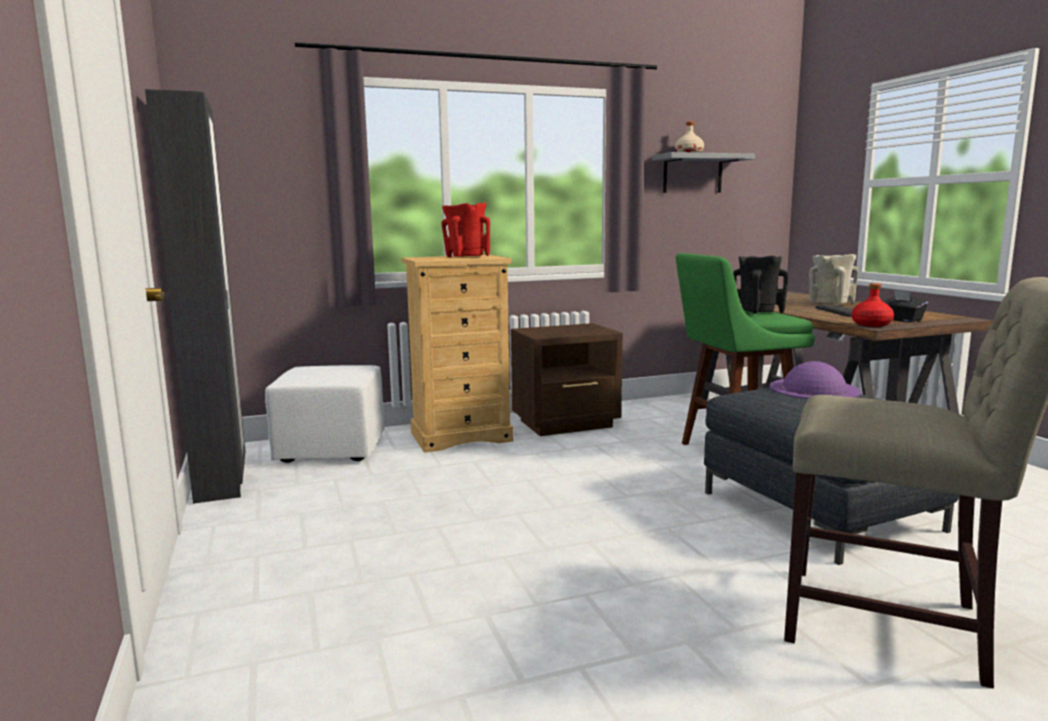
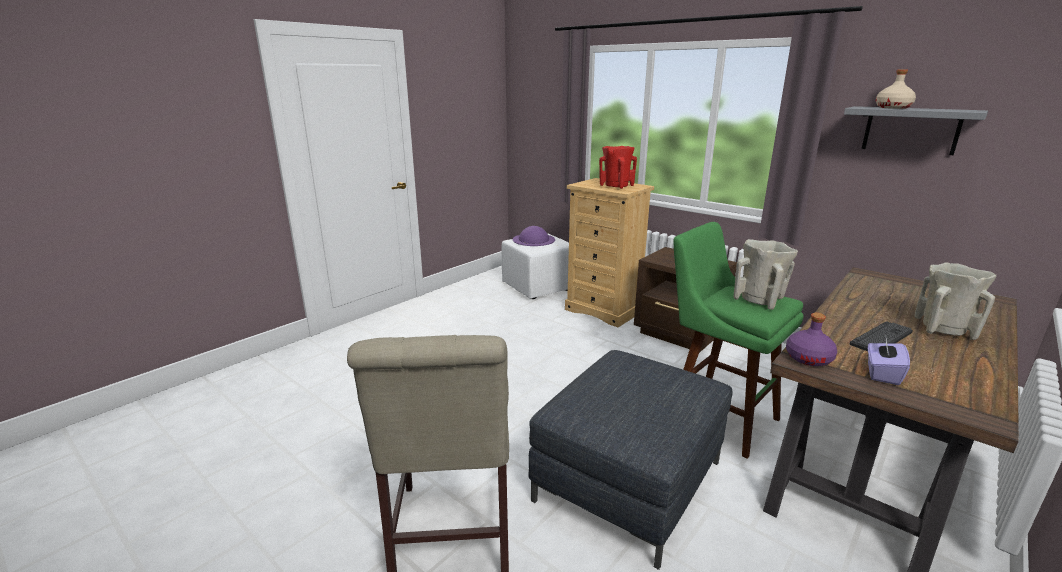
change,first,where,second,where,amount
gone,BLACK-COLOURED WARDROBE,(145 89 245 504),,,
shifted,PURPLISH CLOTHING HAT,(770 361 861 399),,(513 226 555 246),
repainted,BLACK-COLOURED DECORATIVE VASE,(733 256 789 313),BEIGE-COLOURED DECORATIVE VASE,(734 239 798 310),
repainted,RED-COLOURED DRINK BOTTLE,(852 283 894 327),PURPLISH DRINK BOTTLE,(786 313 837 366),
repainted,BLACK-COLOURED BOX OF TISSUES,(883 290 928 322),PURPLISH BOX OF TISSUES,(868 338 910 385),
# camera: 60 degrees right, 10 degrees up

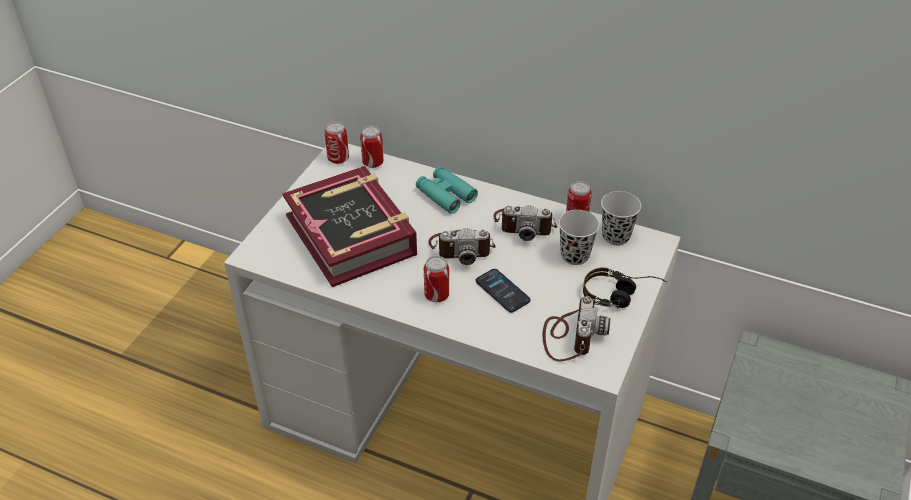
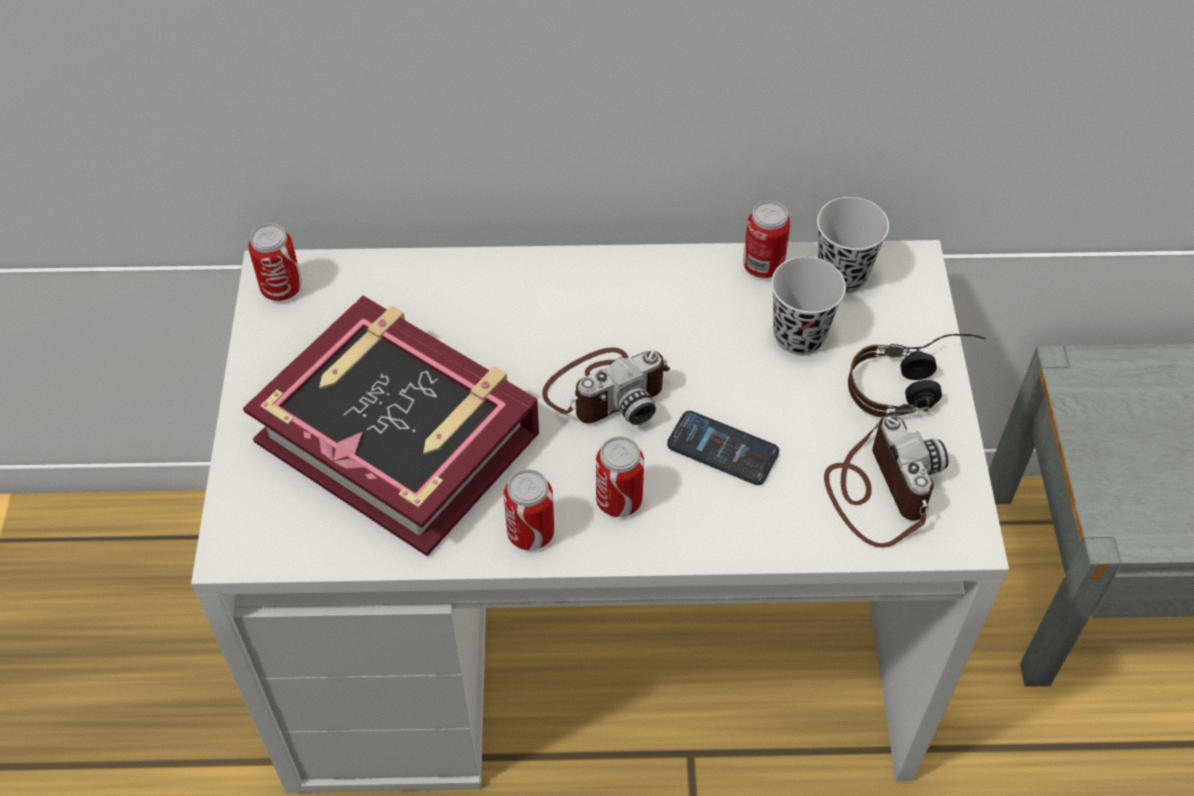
change,first,where,second,where,amount
gone,TURQUOISE-COLOURED FIELD GLASSES,(416 166 478 214),,,
gone,STILL CAMERA,(493 205 557 241),,,
shifted,METAL CAN,(360 126 384 168),,(504 469 554 550),
# camera: 25 degrees left, 10 degrees up

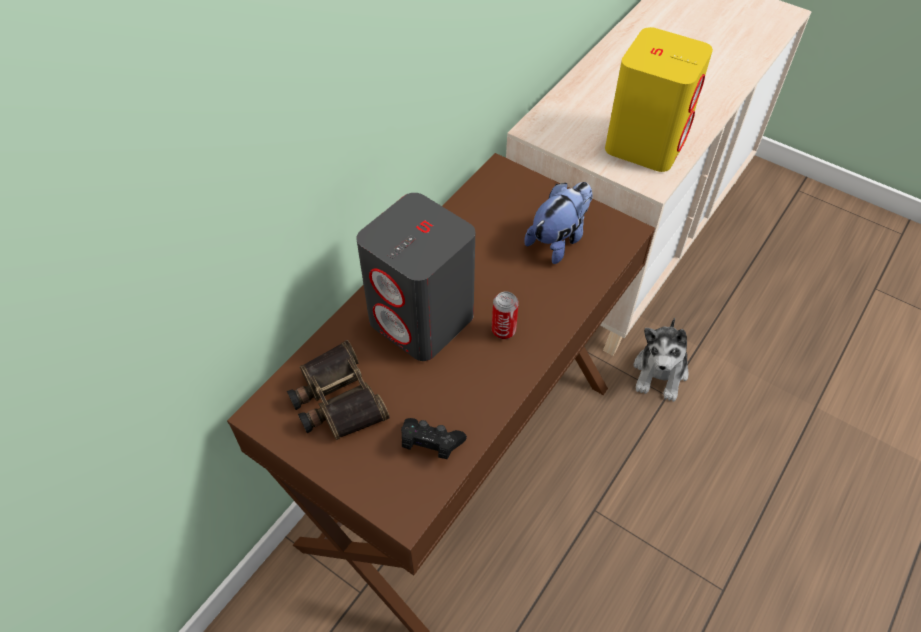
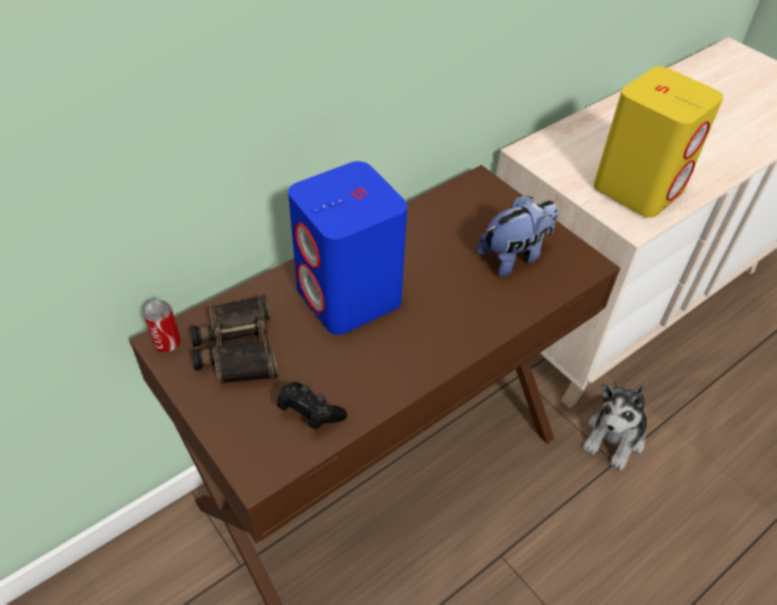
change,first,where,second,where,amount
shifted,METAL CAN,(492 292 519 339),,(143 300 181 353),
repainted,GREYISH AUDIO SPEAKER,(356 193 475 361),BLUE-COLOURED AUDIO SPEAKER,(288 161 407 335),
# camera: 15 degrees right, 5 degrees down

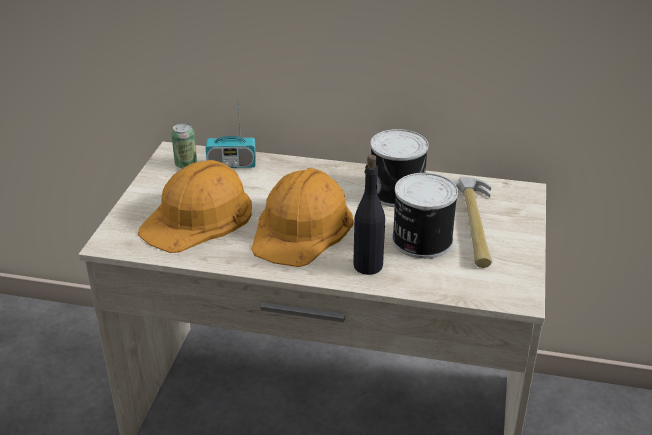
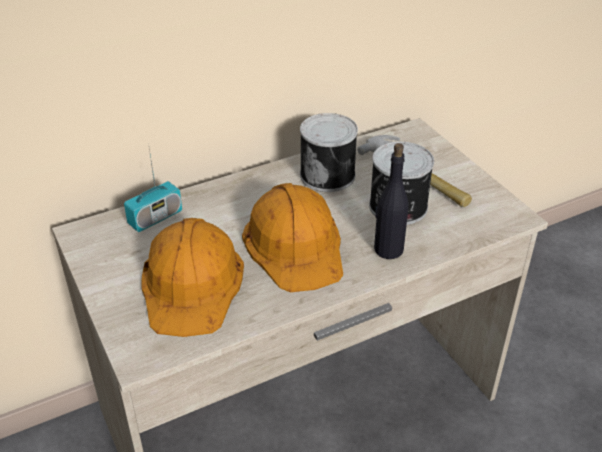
change,first,where,second,where,amount
gone,METAL CAN,(171 123 197 169),,,
# camera: 40 degrees left, 5 degrees up

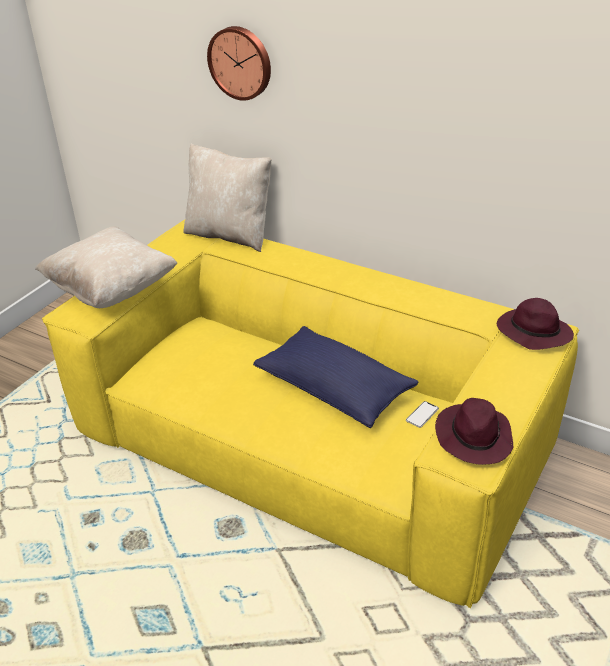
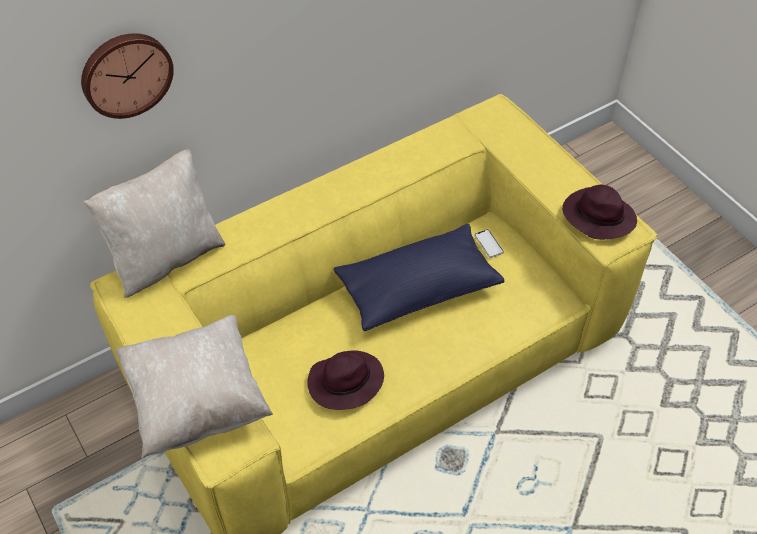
change,first,where,second,where,amount
shifted,PURPLISH CLOTHING HAT,(497 298 574 350),,(307 350 384 410),
# camera: 65 degrees left, 15 degrees up

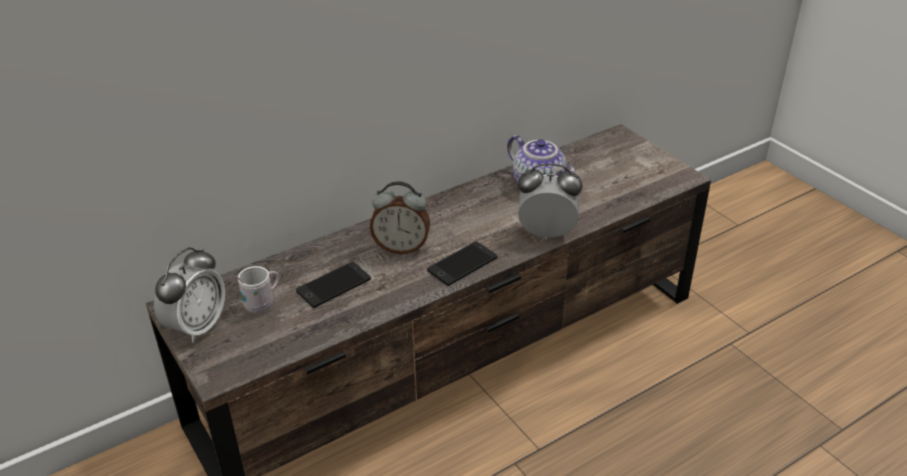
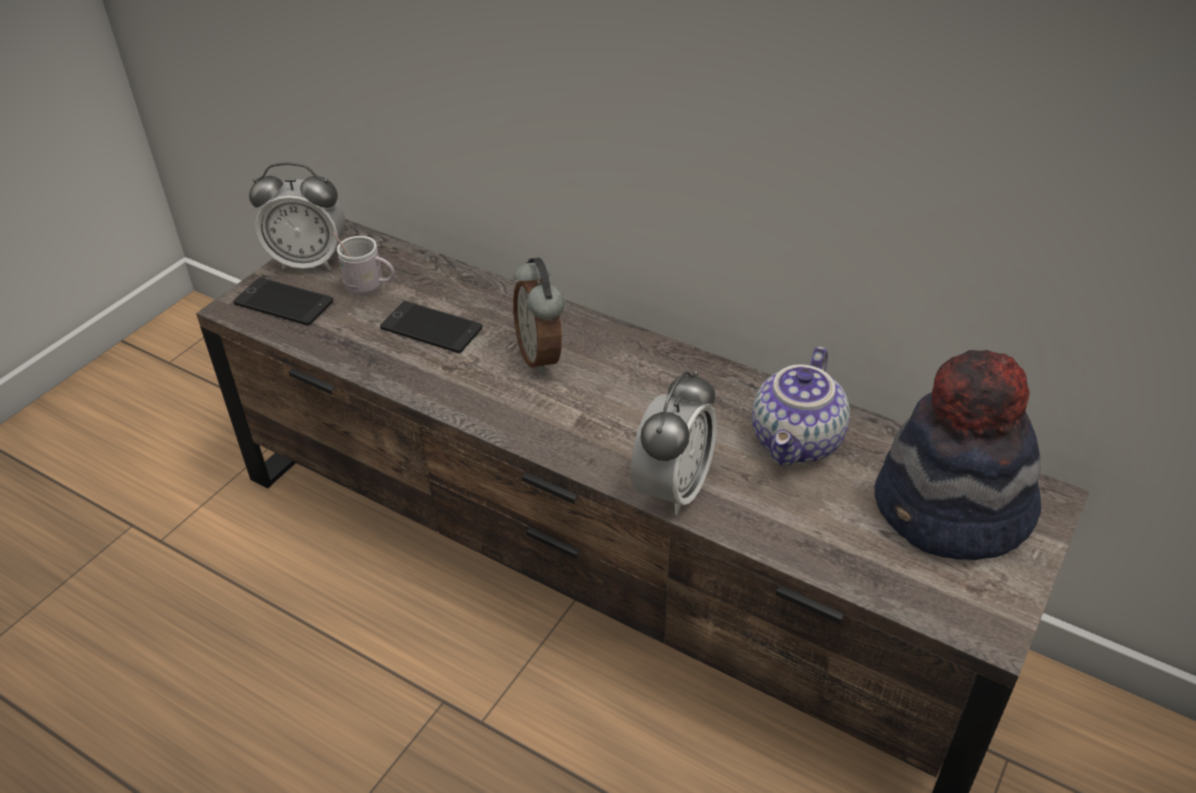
change,first,where,second,where,amount
new,,,CLOTHING HAT,(875 349 1041 560),
shifted,TELEPHONE,(427 241 497 286),,(233 278 333 326),
rotated,BEDSIDE CLOCK,(518 163 582 239),,(631 371 717 515),45 degrees clockwise
# camera: 65 degrees right, 5 degrees up

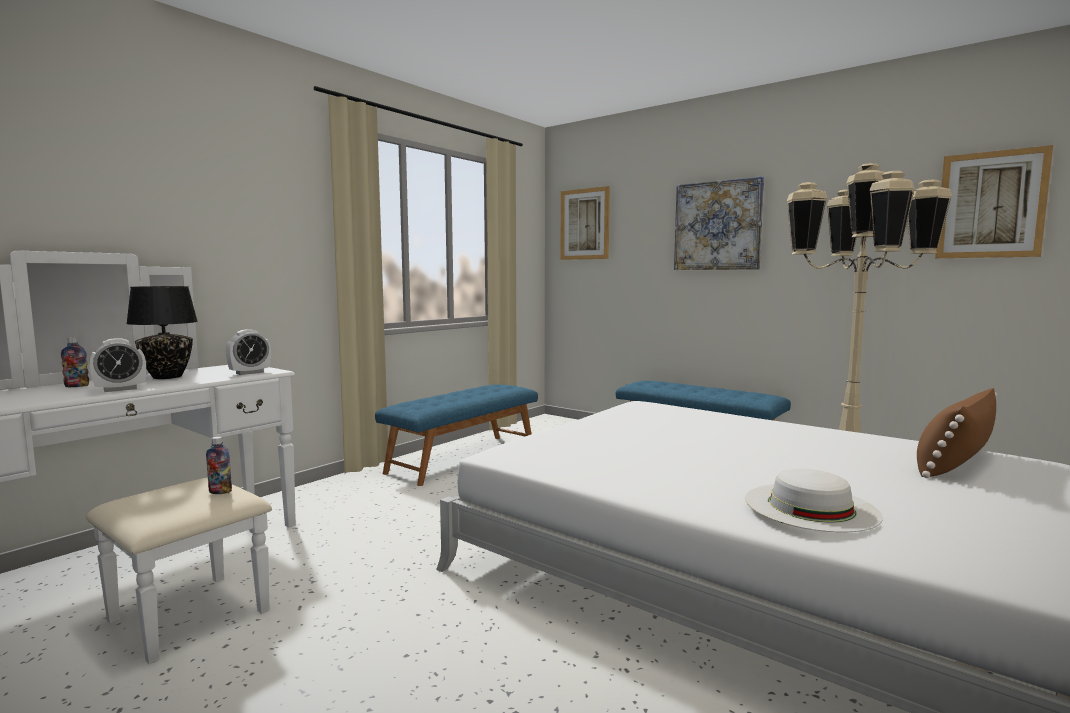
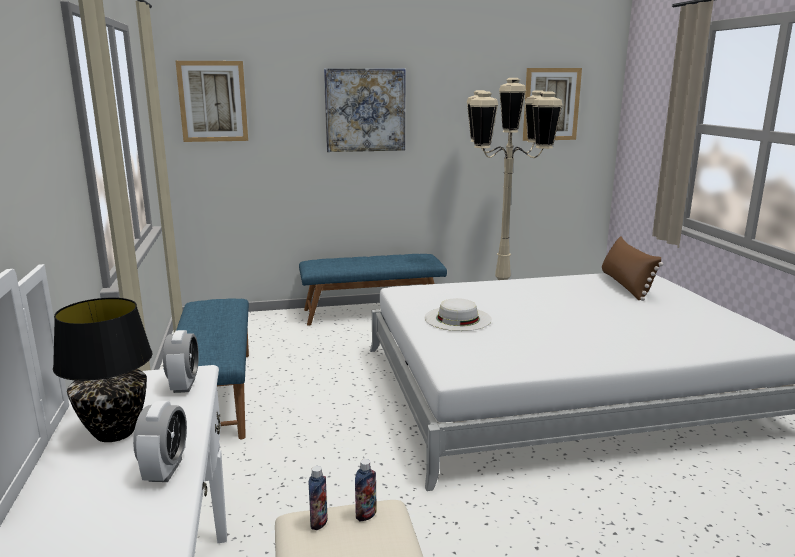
change,first,where,second,where,amount
shifted,DRINK BOTTLE,(61 337 89 387),,(308 466 328 530),
shifted,WHITE-COLOURED CLOTHING HAT,(745 469 883 532),,(425 298 492 331),
# camera: 50 degrees left, 10 degrees up

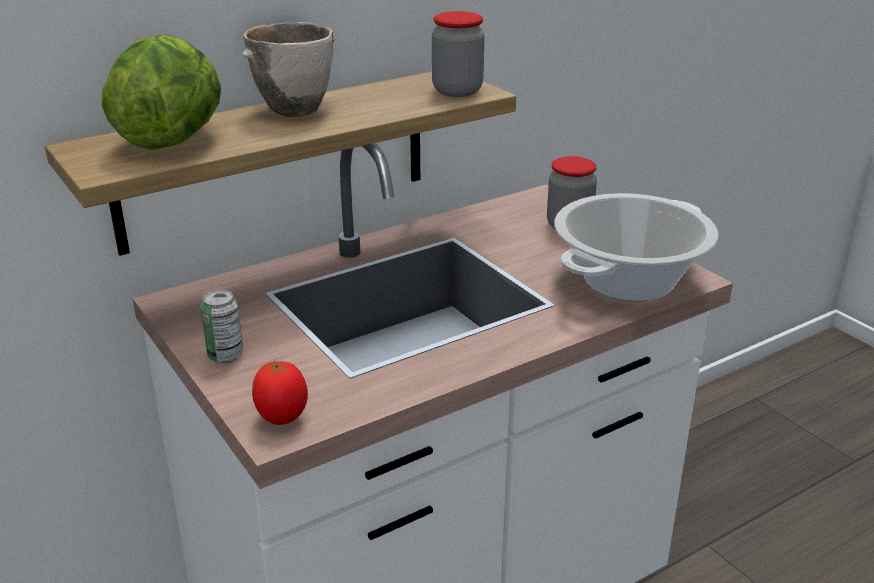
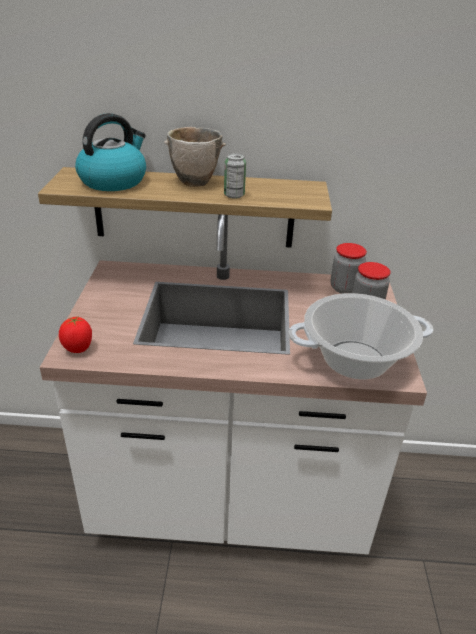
change,first,where,second,where,amount
shifted,METAL CAN,(200 290 243 363),,(224 154 246 199),
shifted,STORAGE JAR,(432 11 485 97),,(331 243 367 294),
swapped,LETTUCE,(102 35 221 150),WATER KETTLE,(75 113 146 191),
# camera: 35 degrees right, 5 degrees up

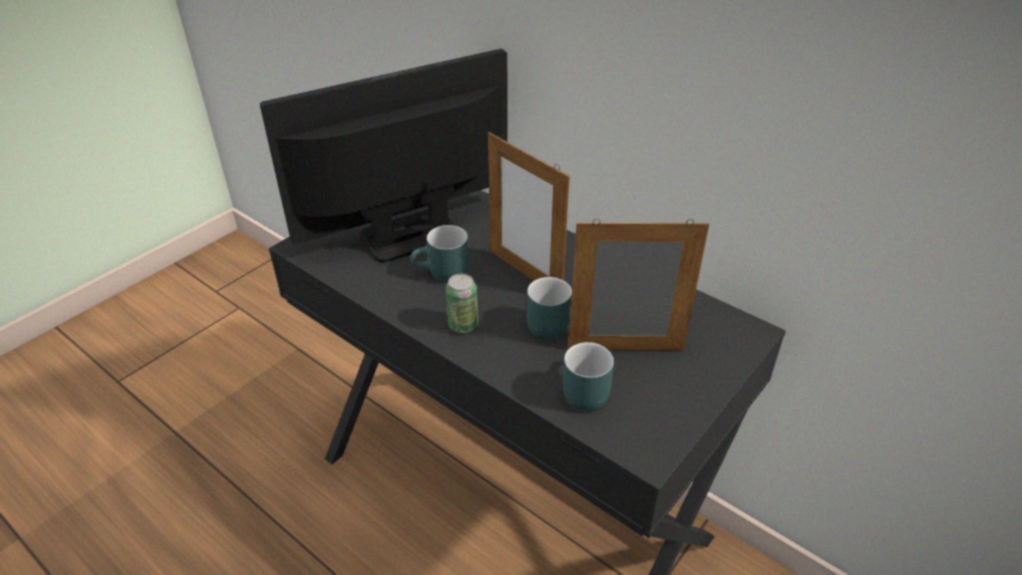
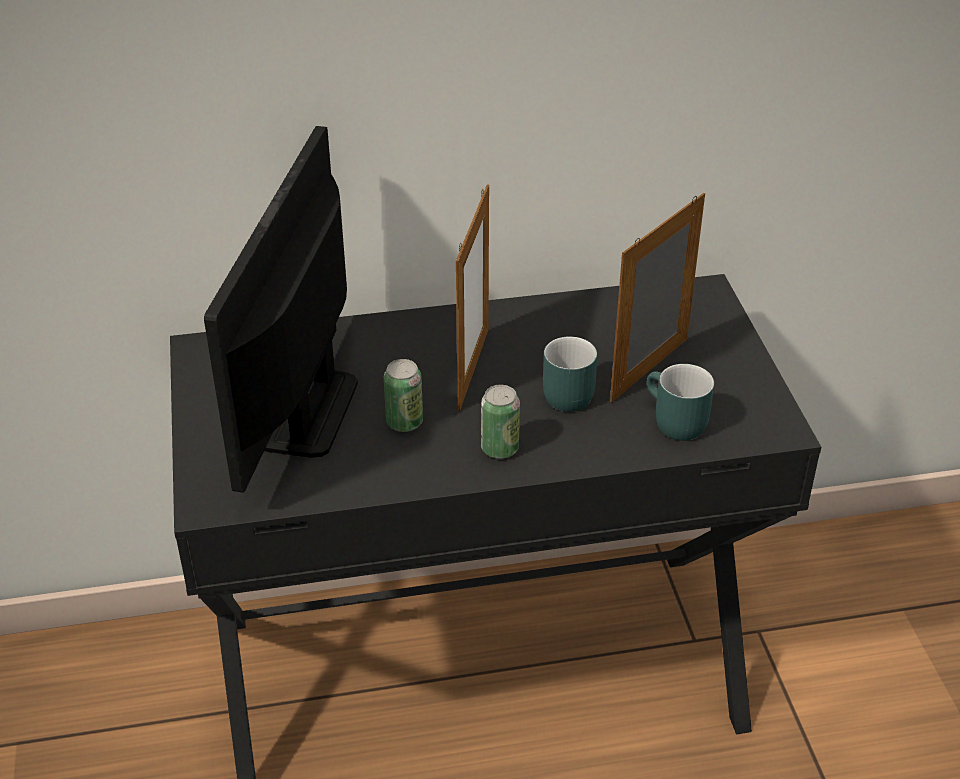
change,first,where,second,where,amount
swapped,TURQUOISE-COLOURED MUG,(411 225 469 283),METAL CAN,(384 359 423 432),
rotated,STANDING FRAME,(488 132 570 281),,(456 184 489 411),75 degrees counterclockwise
# camera: 50 degrees left, 0 degrees up

